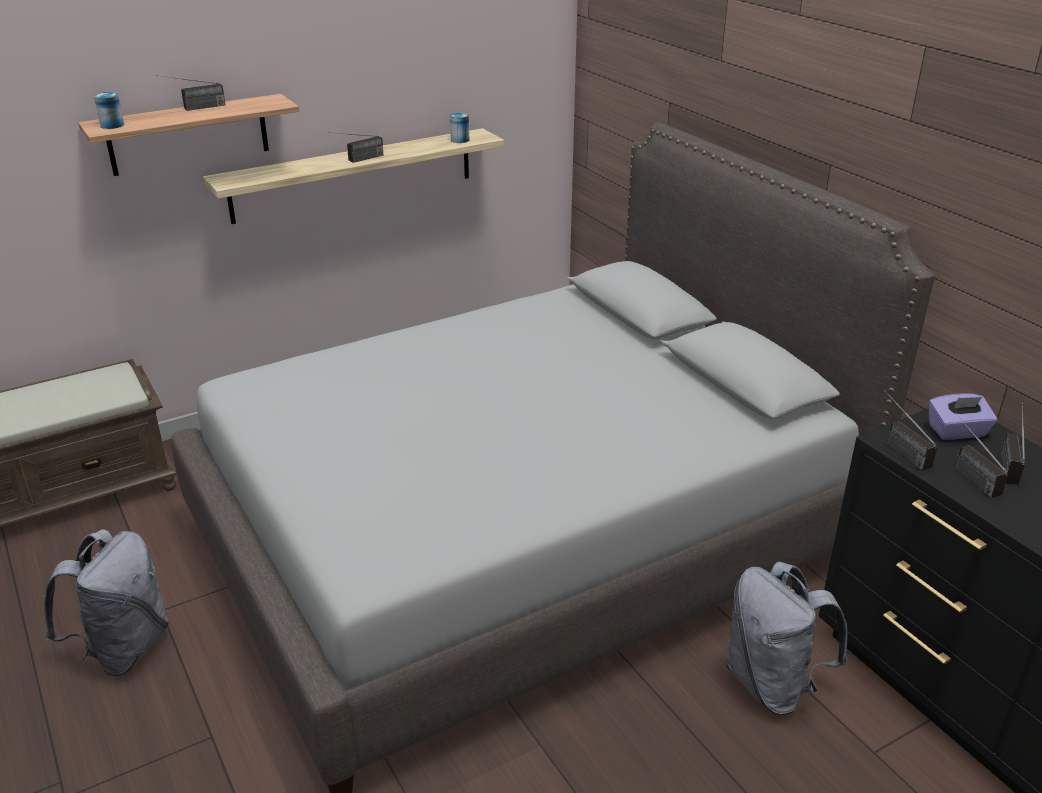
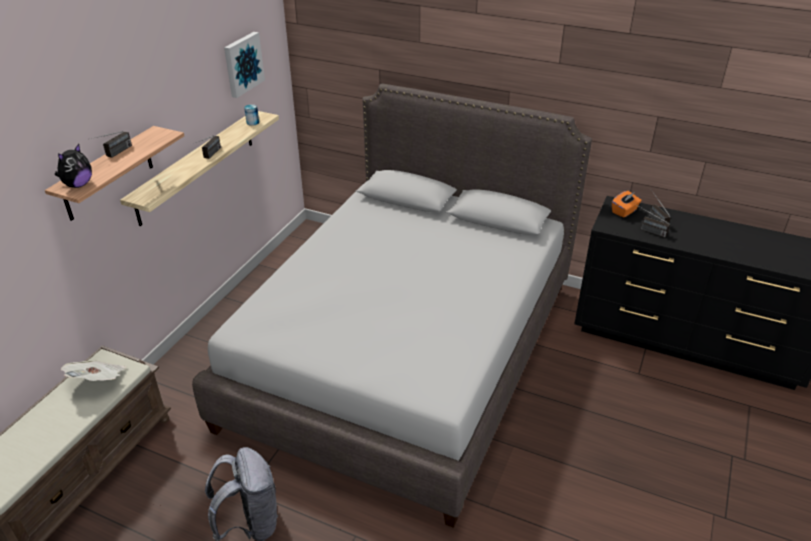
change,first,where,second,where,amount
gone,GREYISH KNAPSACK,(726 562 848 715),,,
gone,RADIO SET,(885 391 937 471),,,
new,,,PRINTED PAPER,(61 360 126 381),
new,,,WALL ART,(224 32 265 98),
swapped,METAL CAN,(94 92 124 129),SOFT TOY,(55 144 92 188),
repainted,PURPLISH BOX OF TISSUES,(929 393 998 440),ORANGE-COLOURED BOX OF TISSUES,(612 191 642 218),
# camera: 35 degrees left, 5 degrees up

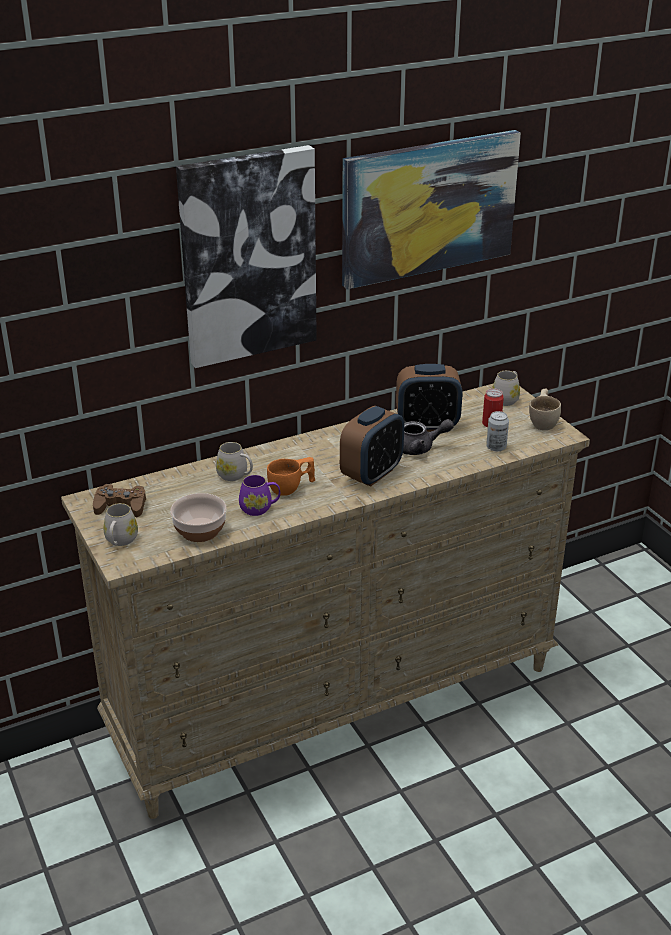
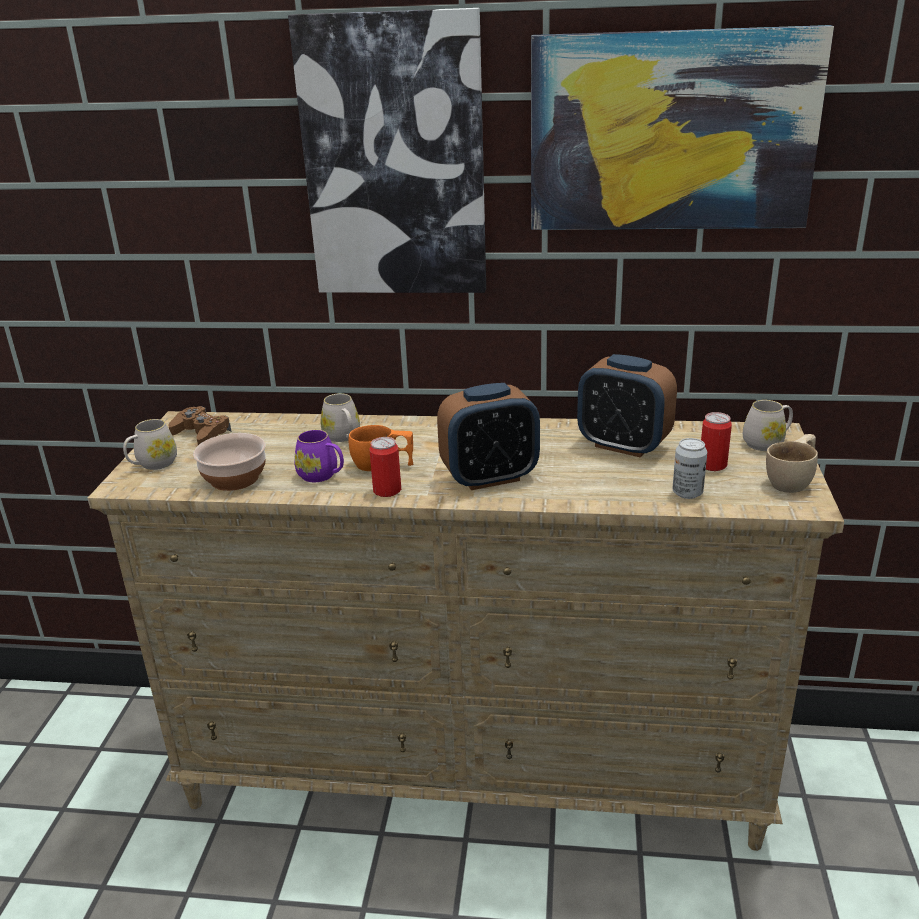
change,first,where,second,where,amount
gone,GREYISH TEAPOT,(403 419 454 455),,,
new,,,METAL CAN,(369 437 401 497),
# camera: 35 degrees right, 5 degrees down

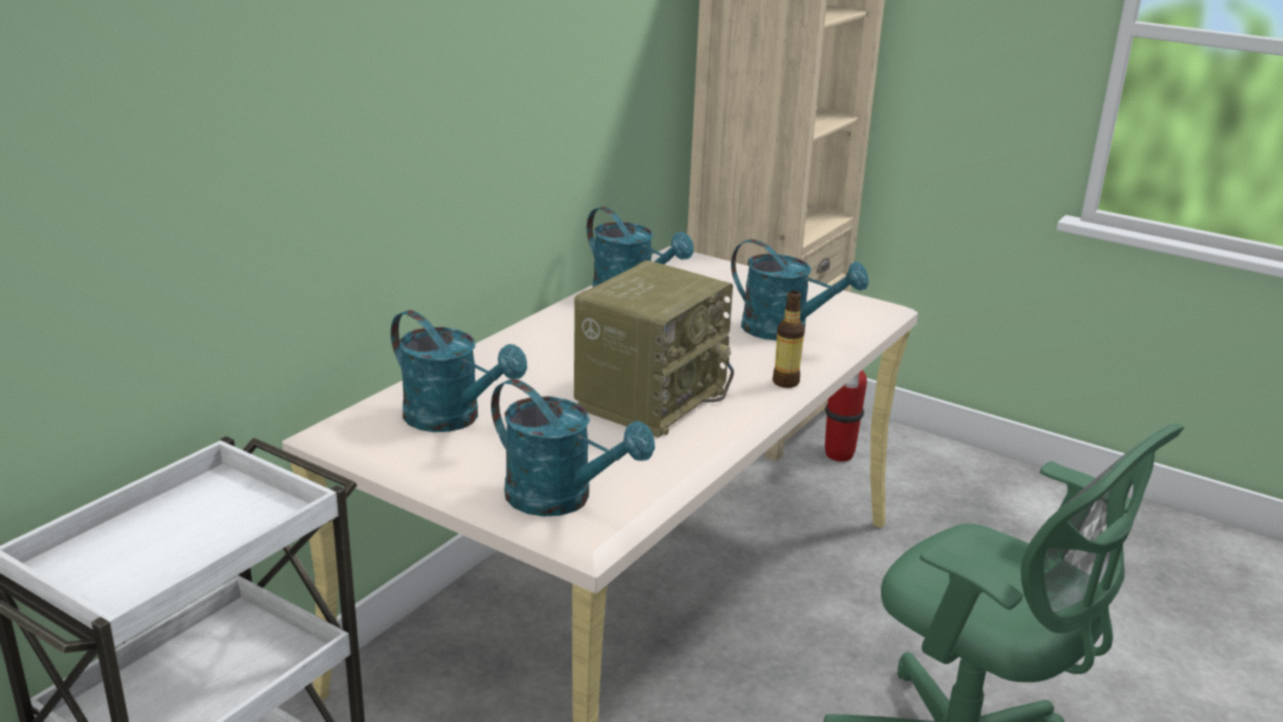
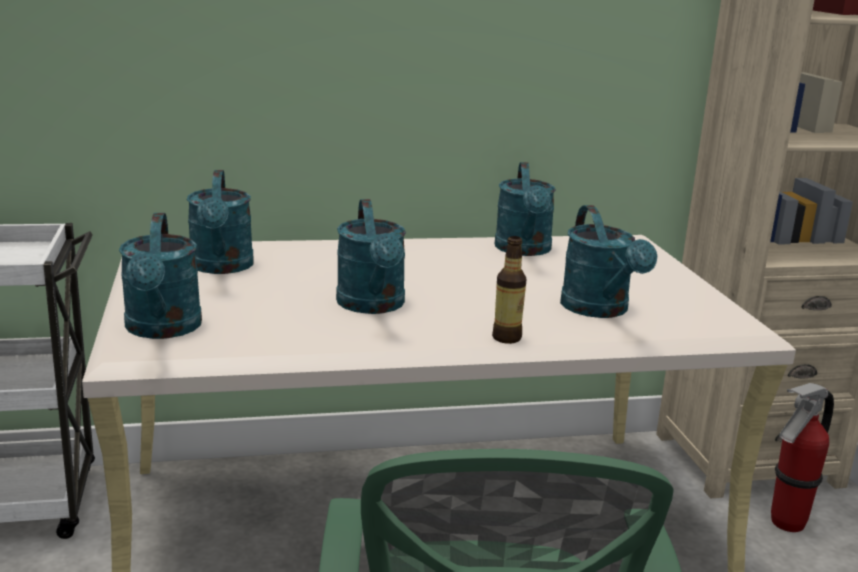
change,first,where,second,where,amount
swapped,RADIO SET,(574 260 734 438),TURQUOISE-COLOURED WATERING POT,(336 199 406 314),
# camera: 45 degrees right, 5 degrees down

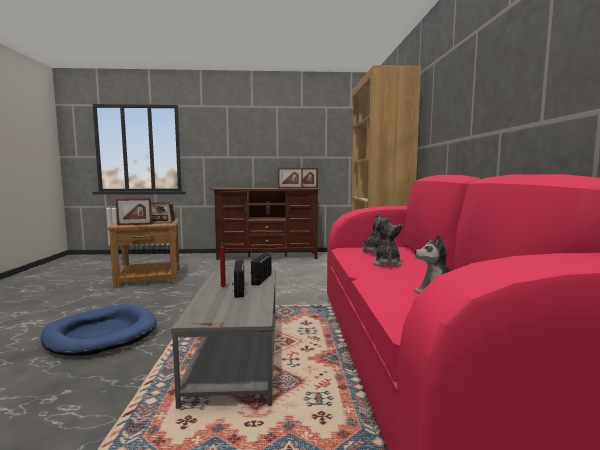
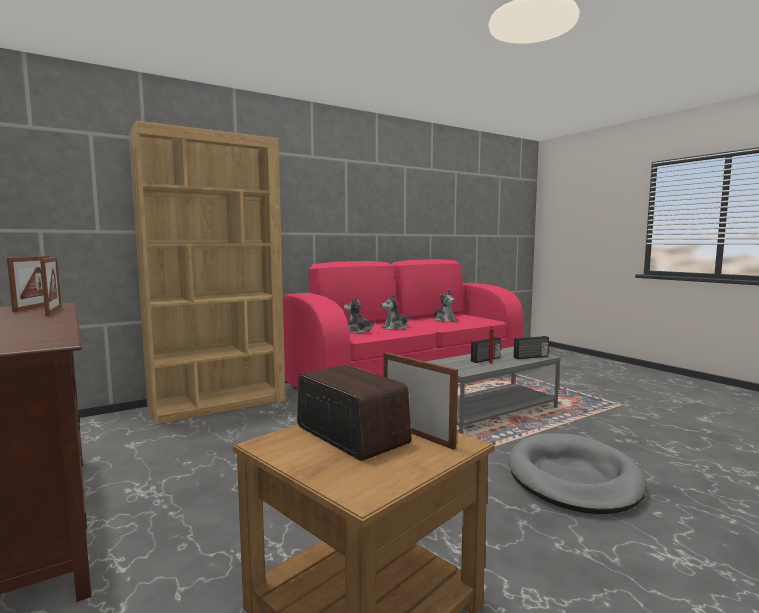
change,first,where,second,where,amount
shifted,RADIO SET,(250 253 272 285),,(514 336 549 359),
repainted,BLUE-COLOURED DOG CUSHION,(41 304 157 356),GREYISH DOG CUSHION,(508 434 647 514),
# camera: 120 degrees left, 0 degrees up

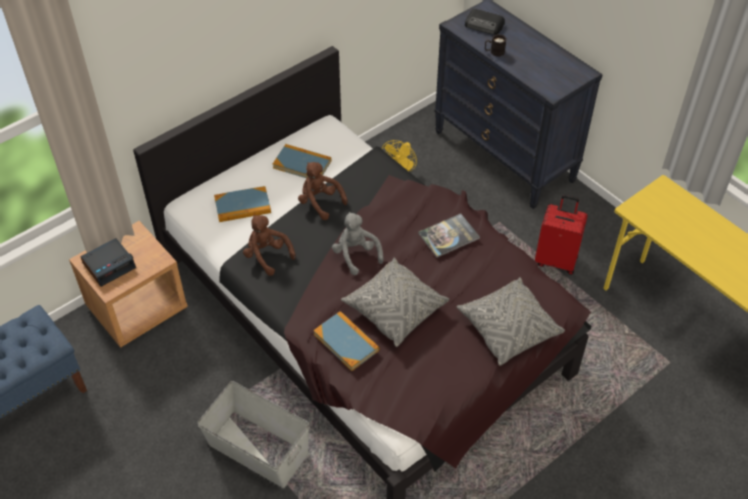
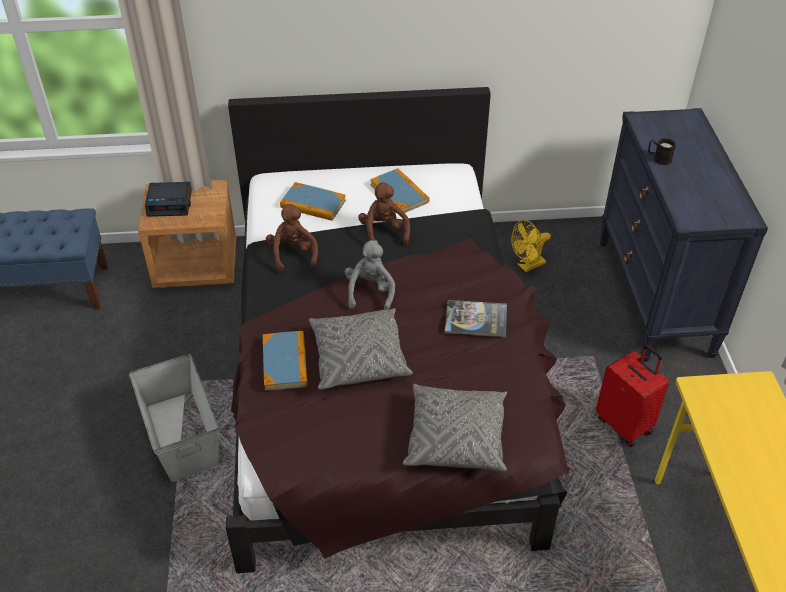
change,first,where,second,where,amount
gone,RADIO SET,(465 9 505 35),,,
# camera: 35 degrees right, 5 degrees down

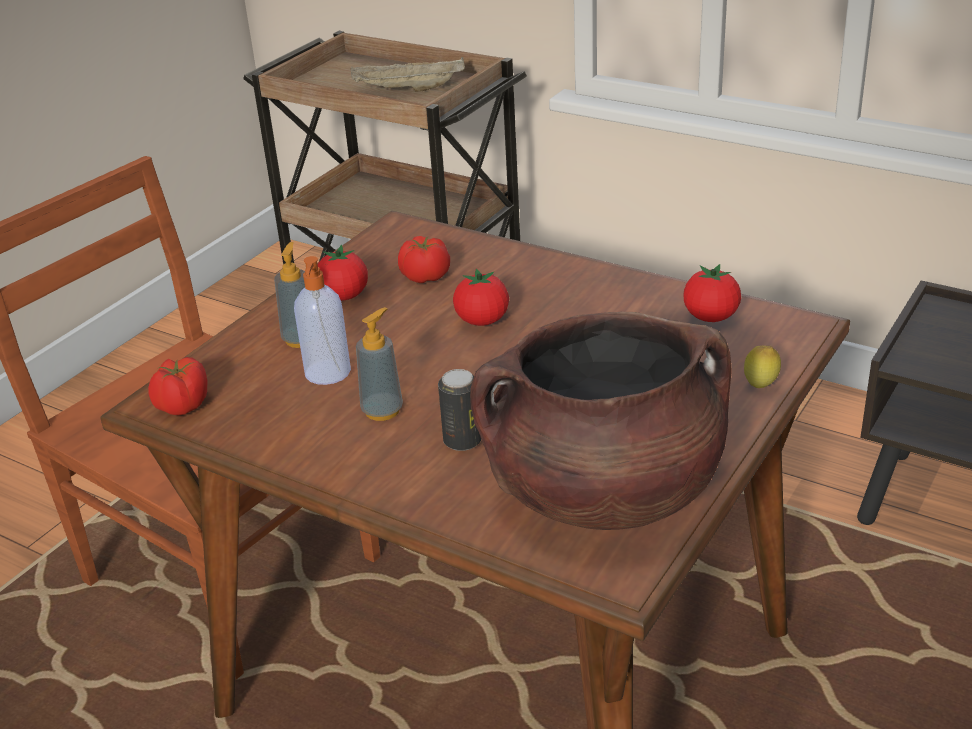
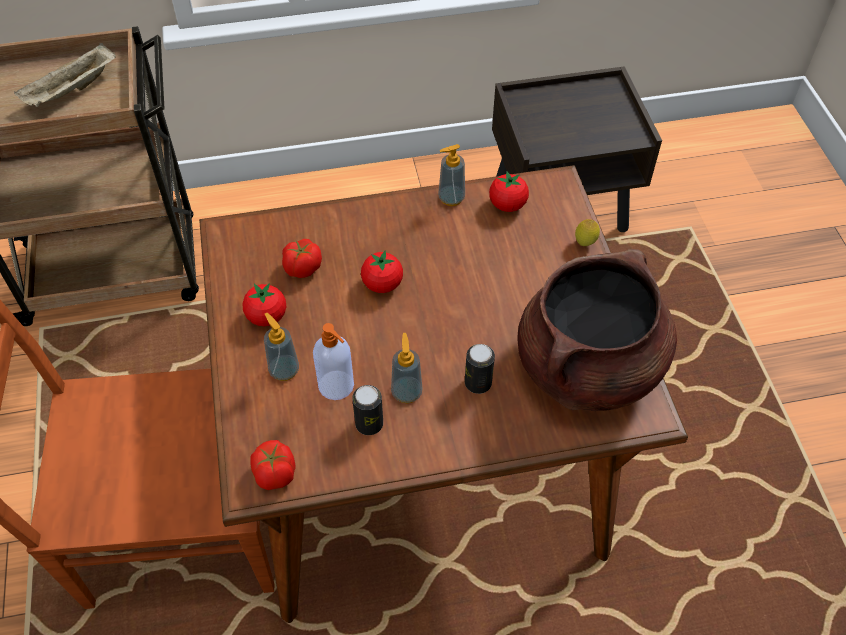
change,first,where,second,where,amount
new,,,METAL CAN,(352 385 383 435),
new,,,LIQUID SOAP BOTTLE,(438 144 465 206),
# camera: 45 degrees left, 20 degrees up

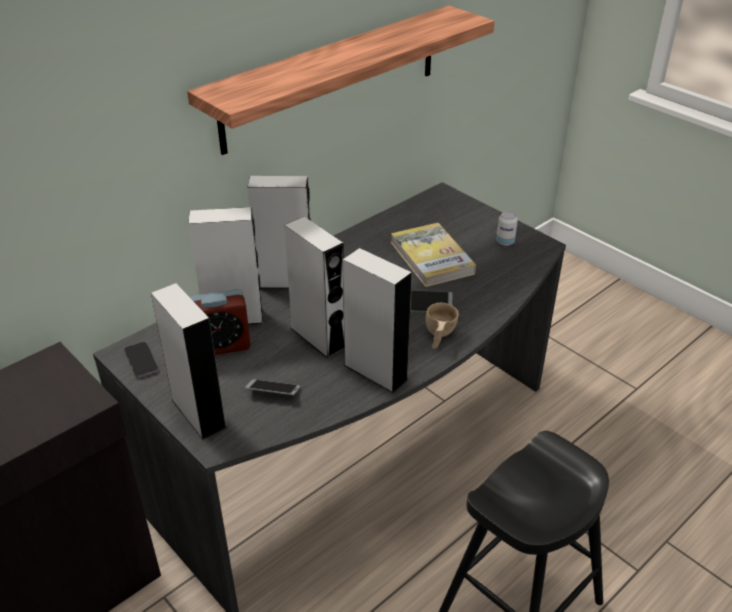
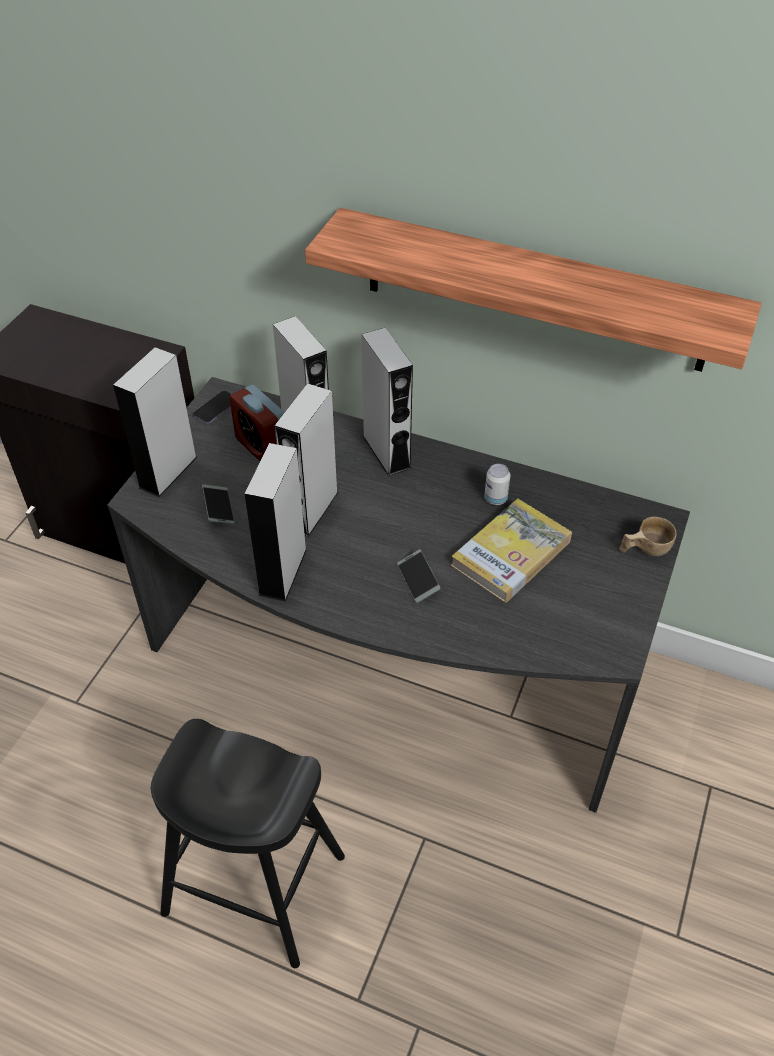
change,first,where,second,where,amount
shifted,BEIGE-COLOURED CUP,(426 303 459 349),,(619 517 677 556),
shifted,METAL CAN,(496 211 518 246),,(484 464 511 505),
# camera: 65 degrees right, 10 degrees up

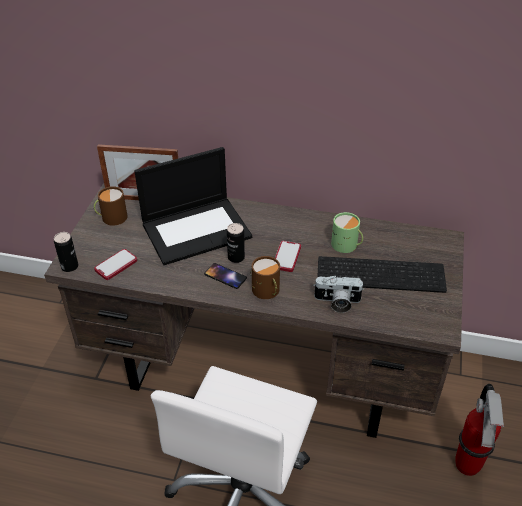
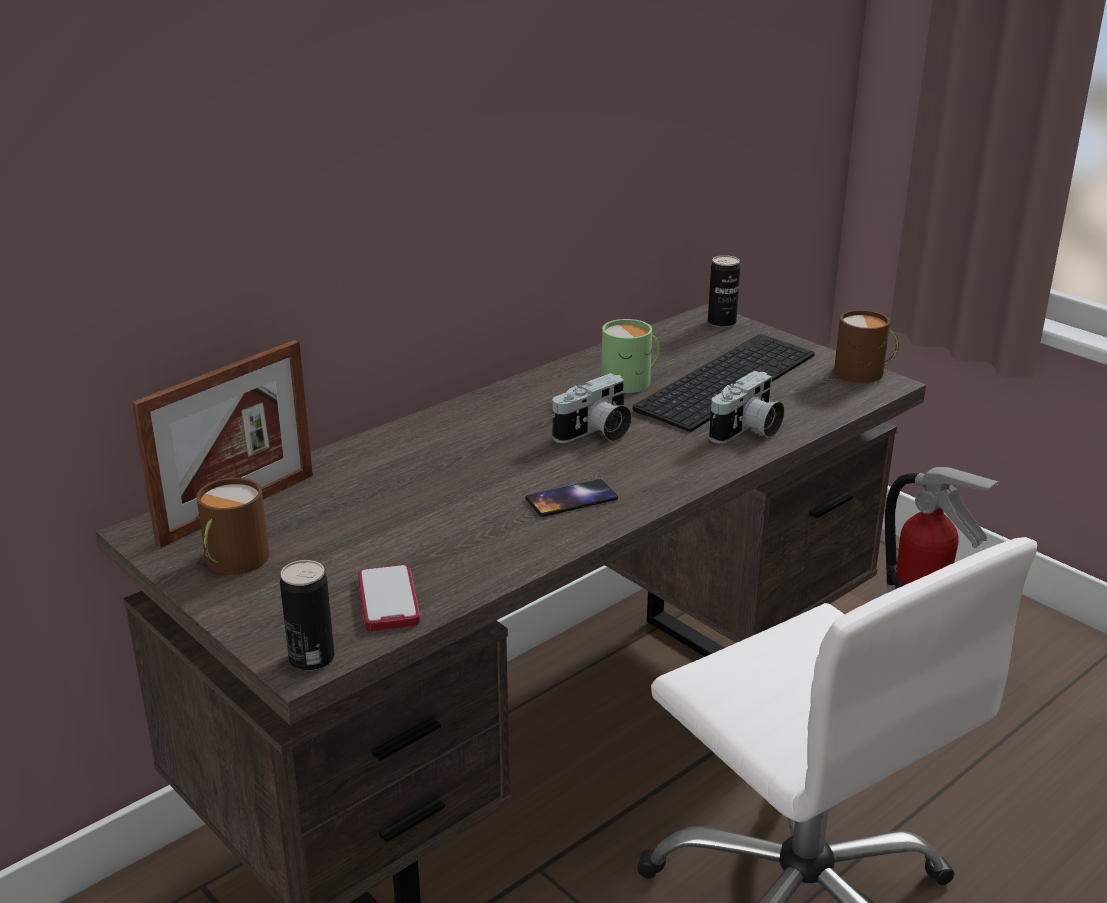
change,first,where,second,where,amount
gone,PORTABLE COMPUTER,(135 147 252 265),,,
shifted,METAL CAN,(227 223 245 263),,(708 255 740 327),
shifted,BROWN MUG,(250 256 280 299),,(834 310 899 383),
swapped,TELEPHONE,(275 241 301 272),STILL CAMERA,(552 373 632 443),
# camera: 55 degrees left, 15 degrees down

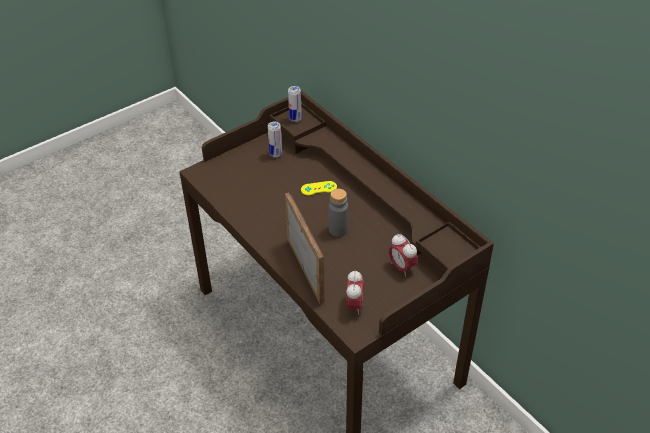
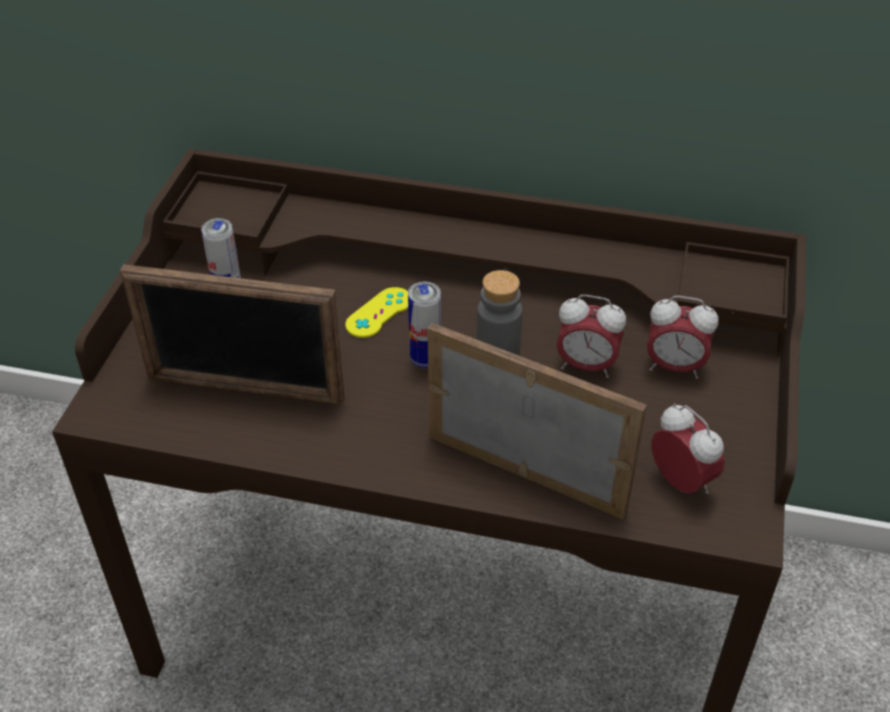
change,first,where,second,where,amount
new,,,STANDING FRAME,(120 264 345 405),
new,,,BEDSIDE CLOCK,(556 294 626 378),
shifted,METAL CAN,(288 86 302 122),,(408 281 441 368),
# camera: 40 degrees left, 0 degrees up

